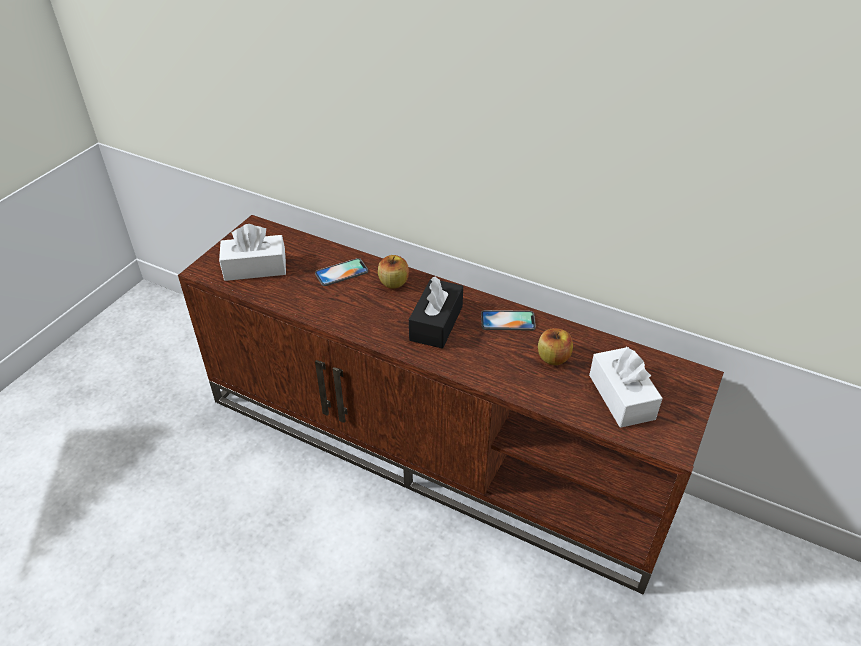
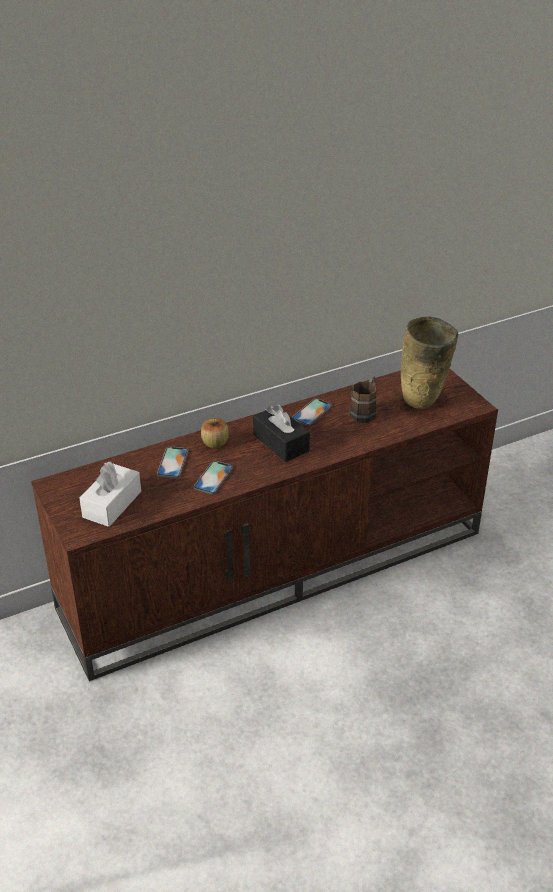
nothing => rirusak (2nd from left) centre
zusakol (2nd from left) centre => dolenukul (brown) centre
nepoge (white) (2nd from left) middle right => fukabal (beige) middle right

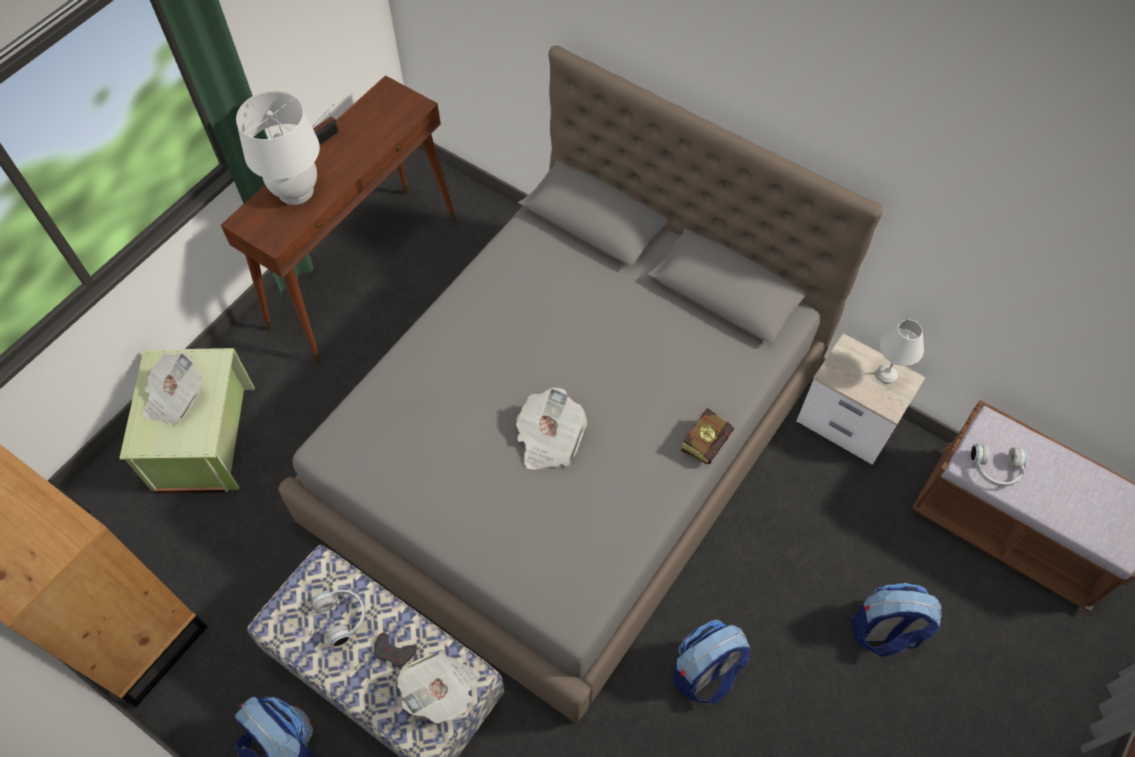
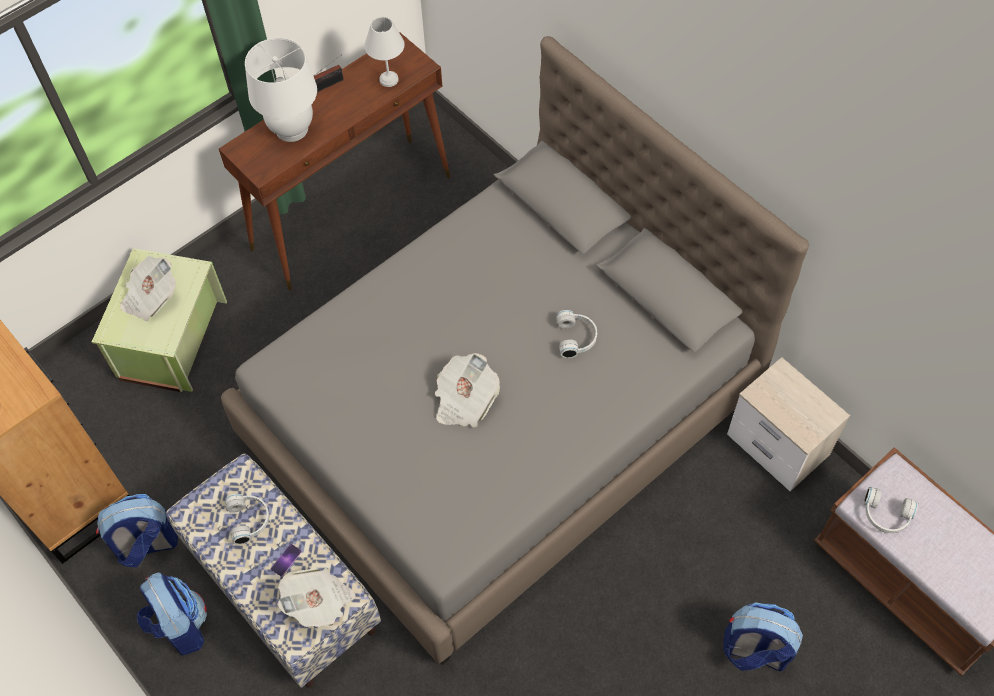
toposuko (2nd from left in the first image) bottom centre => toposuko (1st from left) bottom left, moved
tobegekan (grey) bottom centre => rirusak bottom left
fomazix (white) (2nd from left) middle right => fomazix (white) (2nd from left) top centre, moved
nothing => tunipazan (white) (2nd from left) centre
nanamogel centre => nothing

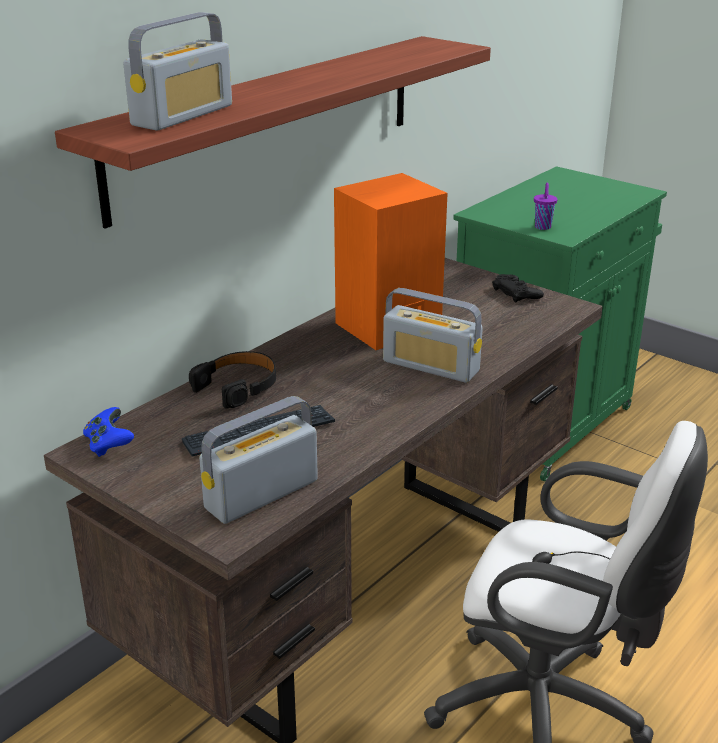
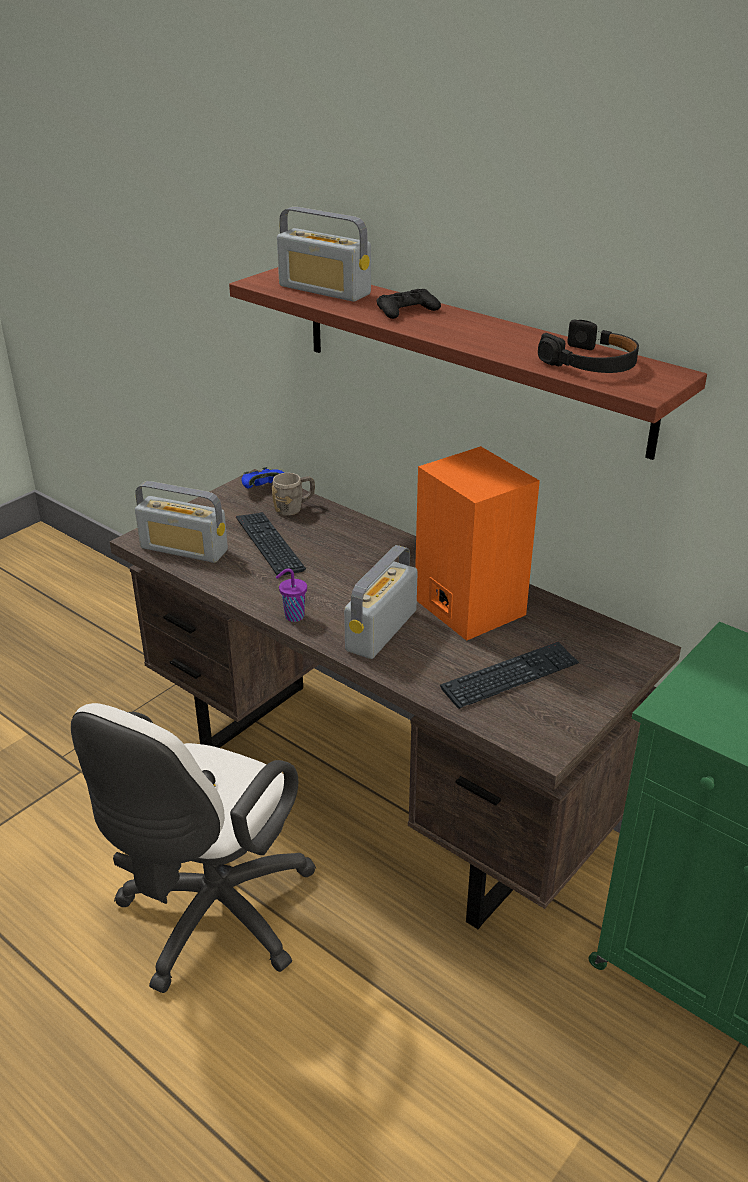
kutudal (2nd from left in the first image) centre => kutudal (1st from left) middle left, 150 degrees clockwise
nothing => dolenukul (grey) centre
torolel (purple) top right => torolel (purple) centre, moved
tobegekan (black) middle right => tobegekan (black) top centre, moved
nothing => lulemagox (2nd from left) middle right
tunipazan (black) middle left => tunipazan (black) top right, moved

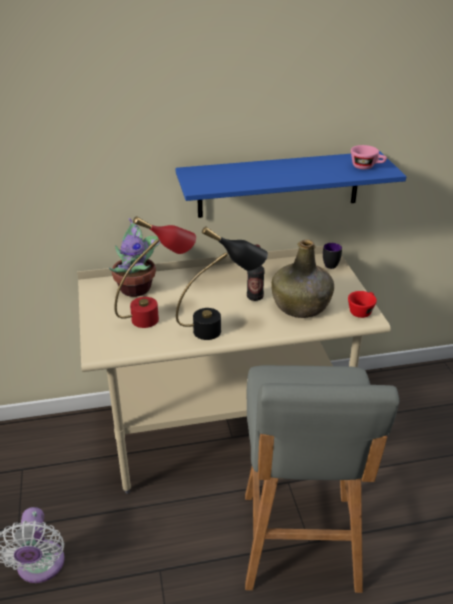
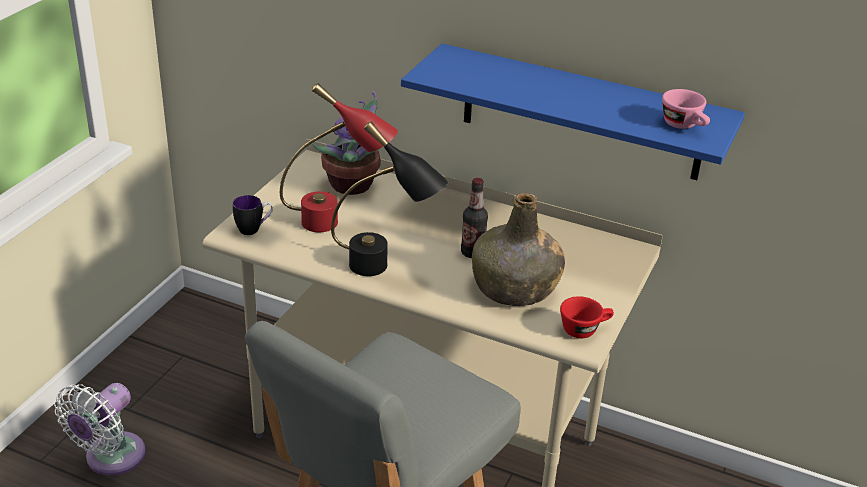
dolenukul middle right => dolenukul middle left, moved

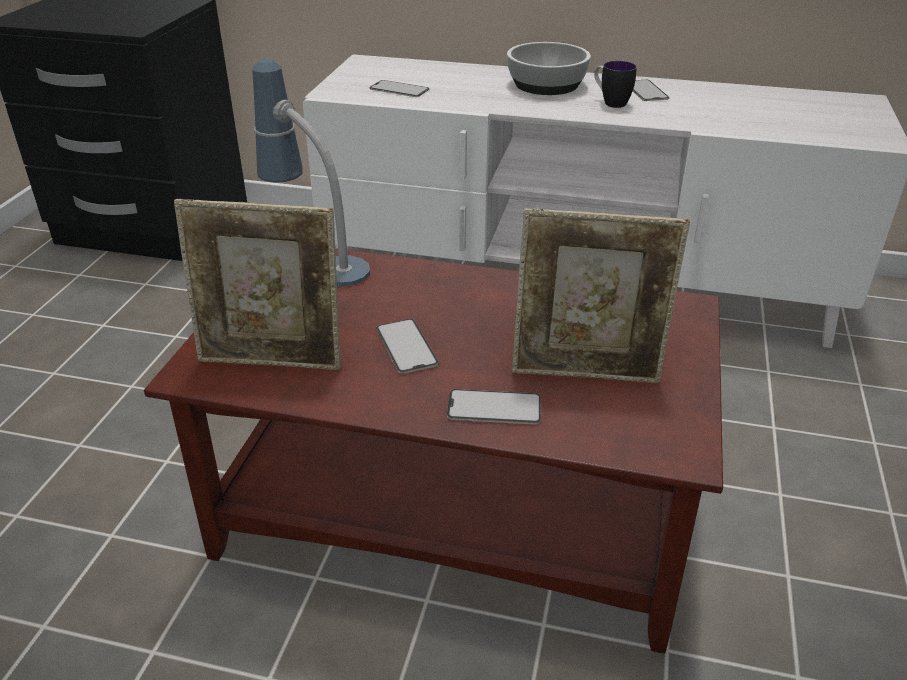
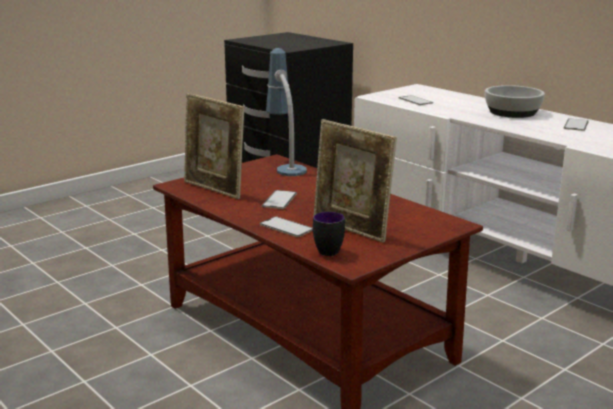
dolenukul top right => dolenukul centre, moved

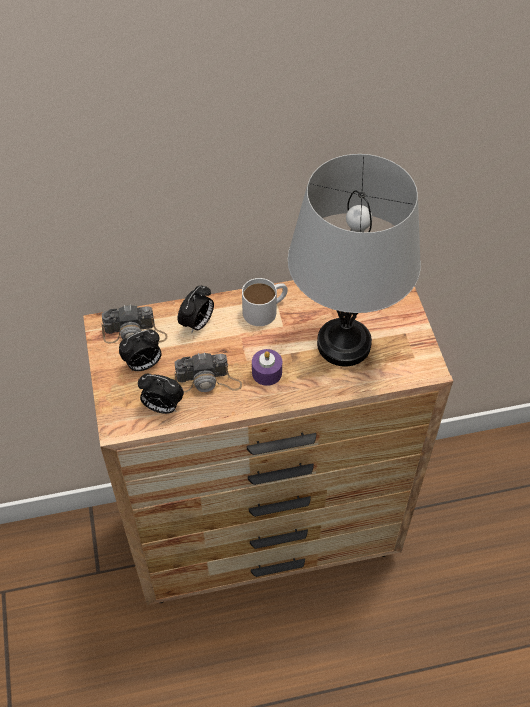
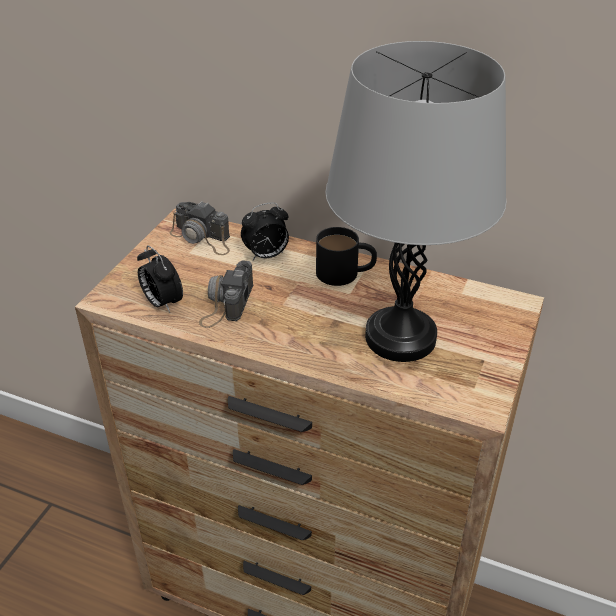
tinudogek (2nd from left) centre, 75 degrees clockwise
dolenukul (white) centre => dolenukul (black) centre
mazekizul (1st from left) middle left => nothing
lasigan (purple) centre => nothing

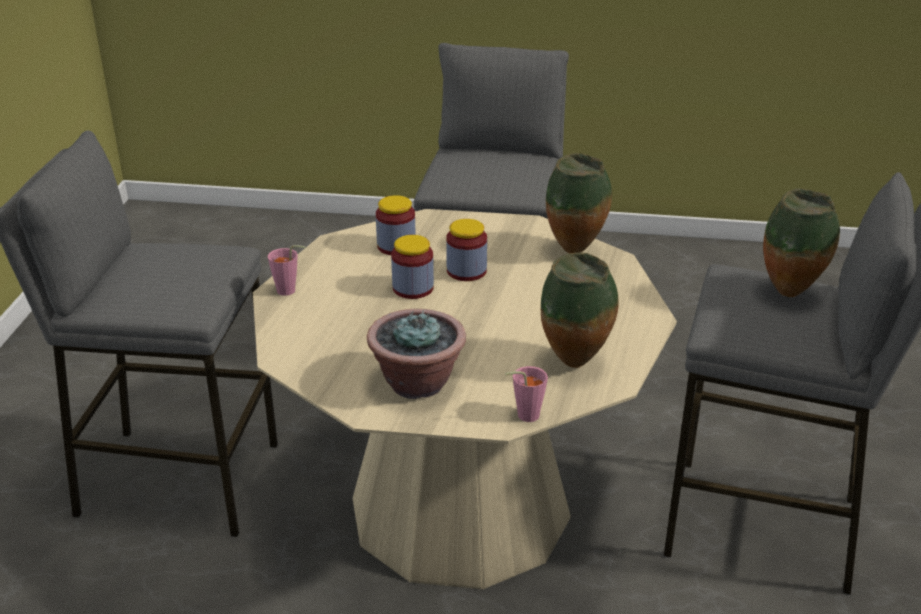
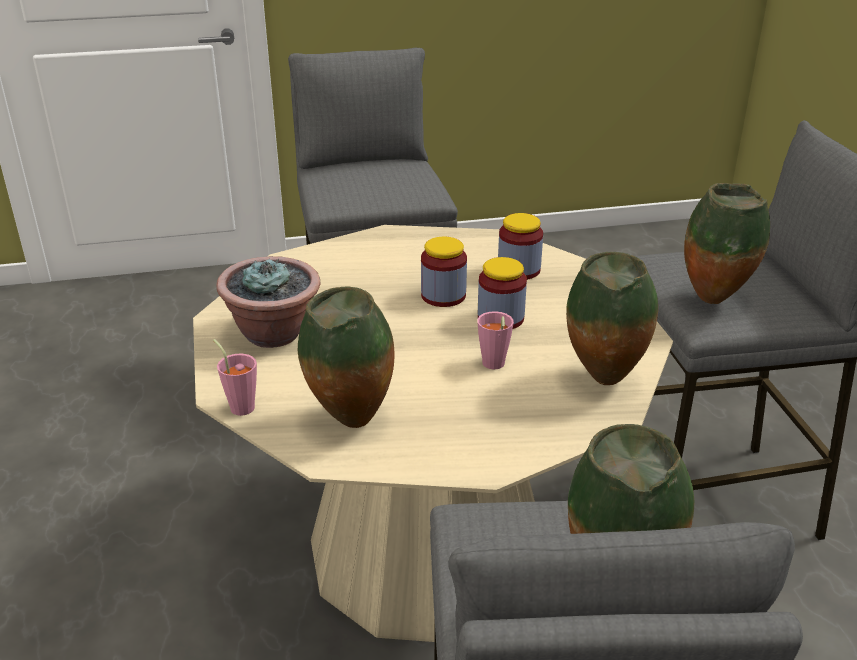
torolel (pink) (1st from left in the first image) middle left => torolel (pink) (2nd from left) centre, moved
nothing => fukabal (4th from left) middle right

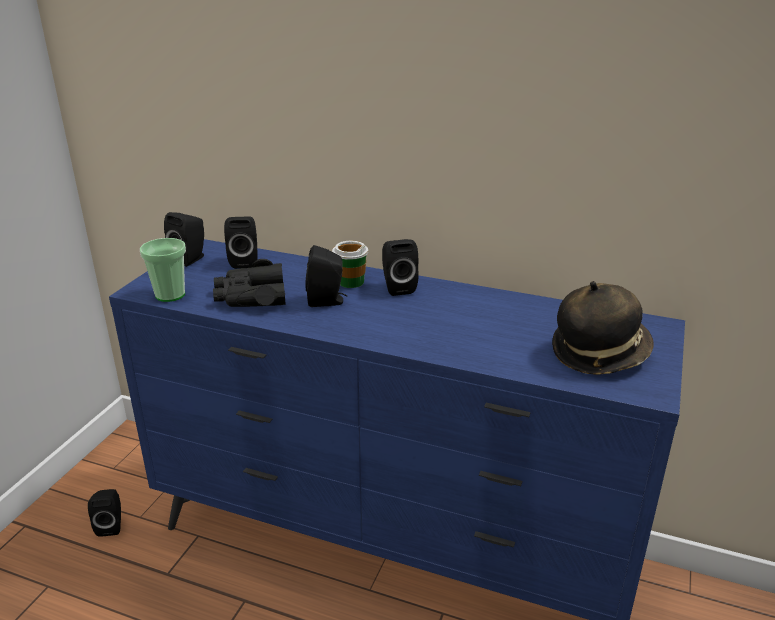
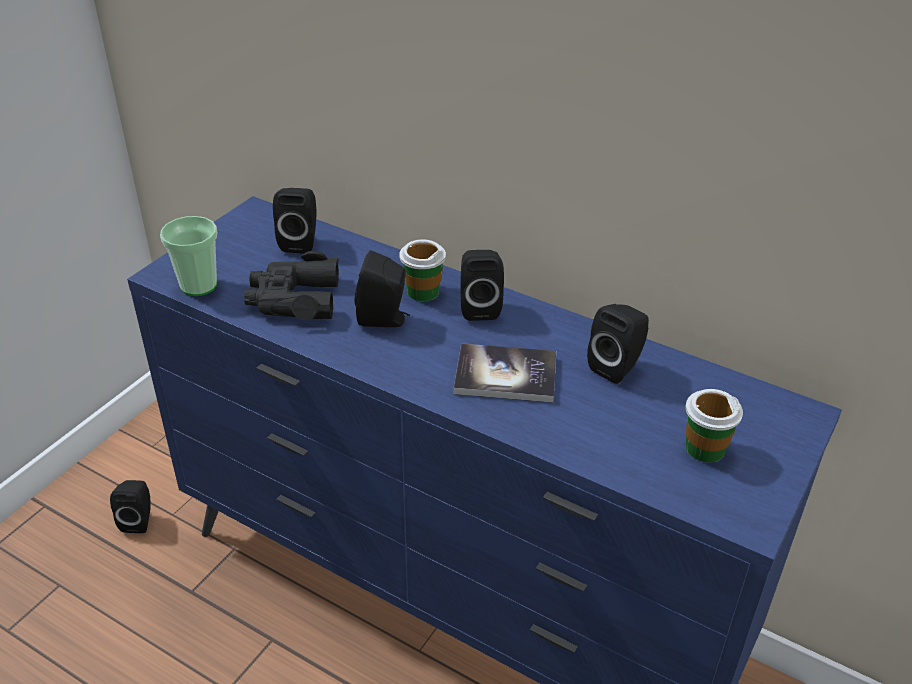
nothing => nanamogel centre
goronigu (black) (2nd from left in the first image) middle left => goronigu (black) (5th from left) middle right, moved
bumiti middle right => torolel (3rd from left) middle right

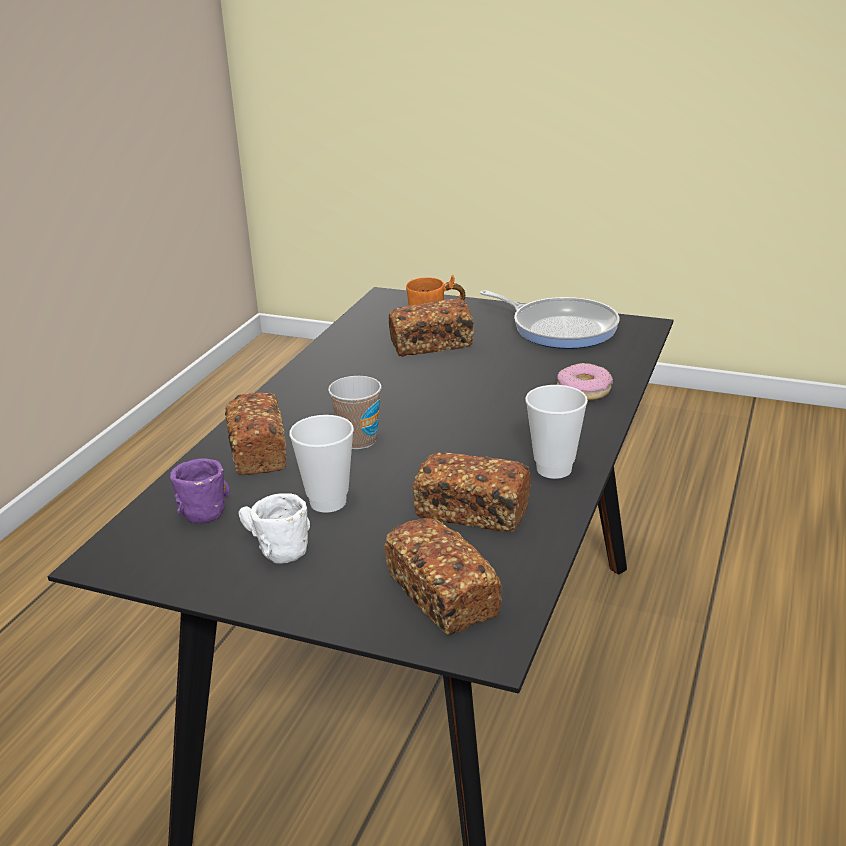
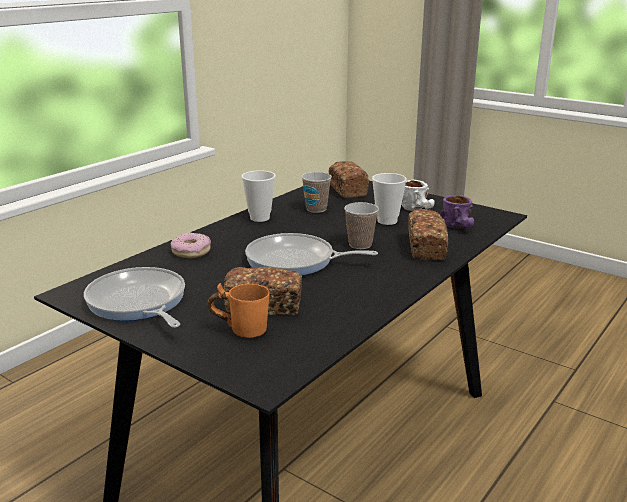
nothing => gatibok (2nd from left) centre
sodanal (4th from left) centre => torolel (2nd from left) centre

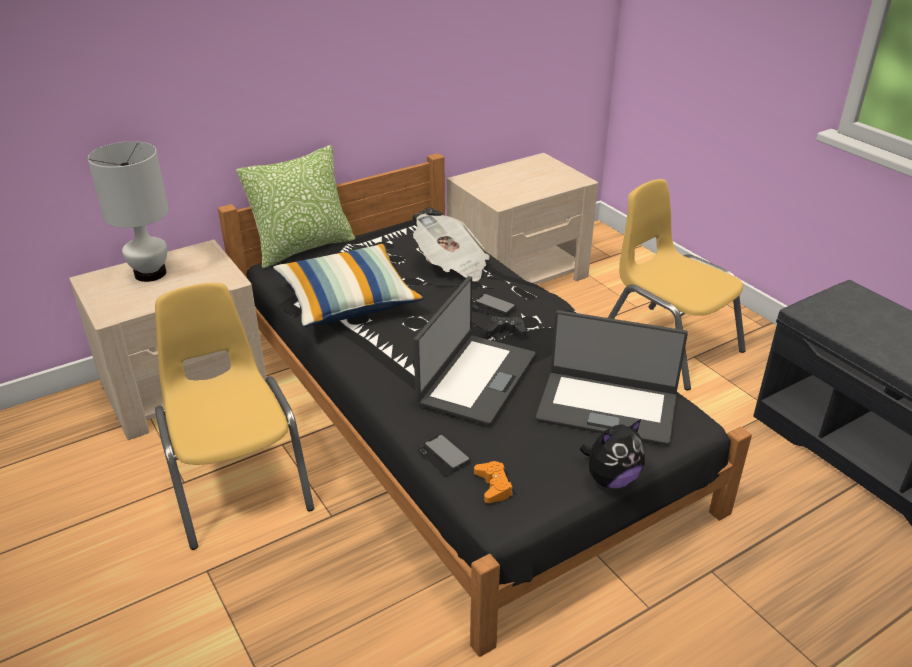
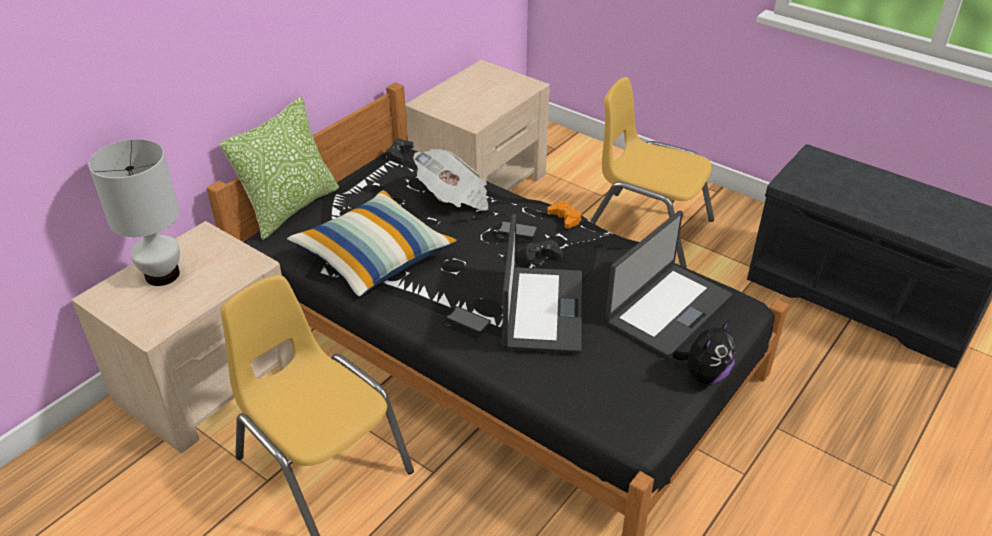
rirusak (1st from left) bottom centre => rirusak (1st from left) centre, moved
tobegekan (orange) bottom centre => tobegekan (orange) centre, moved
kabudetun (2nd from left) middle right, 45 degrees counterclockwise

